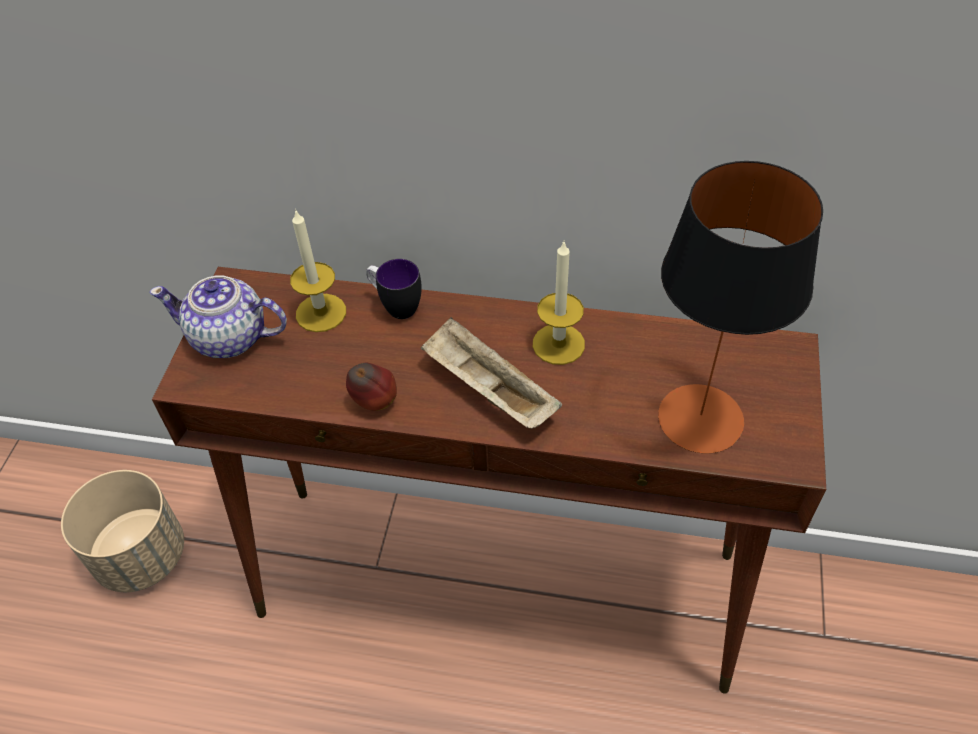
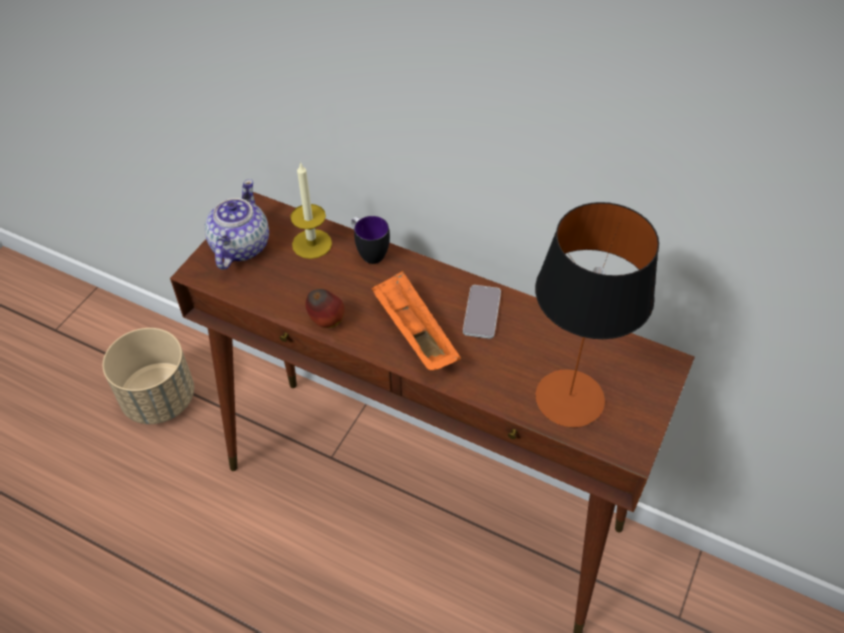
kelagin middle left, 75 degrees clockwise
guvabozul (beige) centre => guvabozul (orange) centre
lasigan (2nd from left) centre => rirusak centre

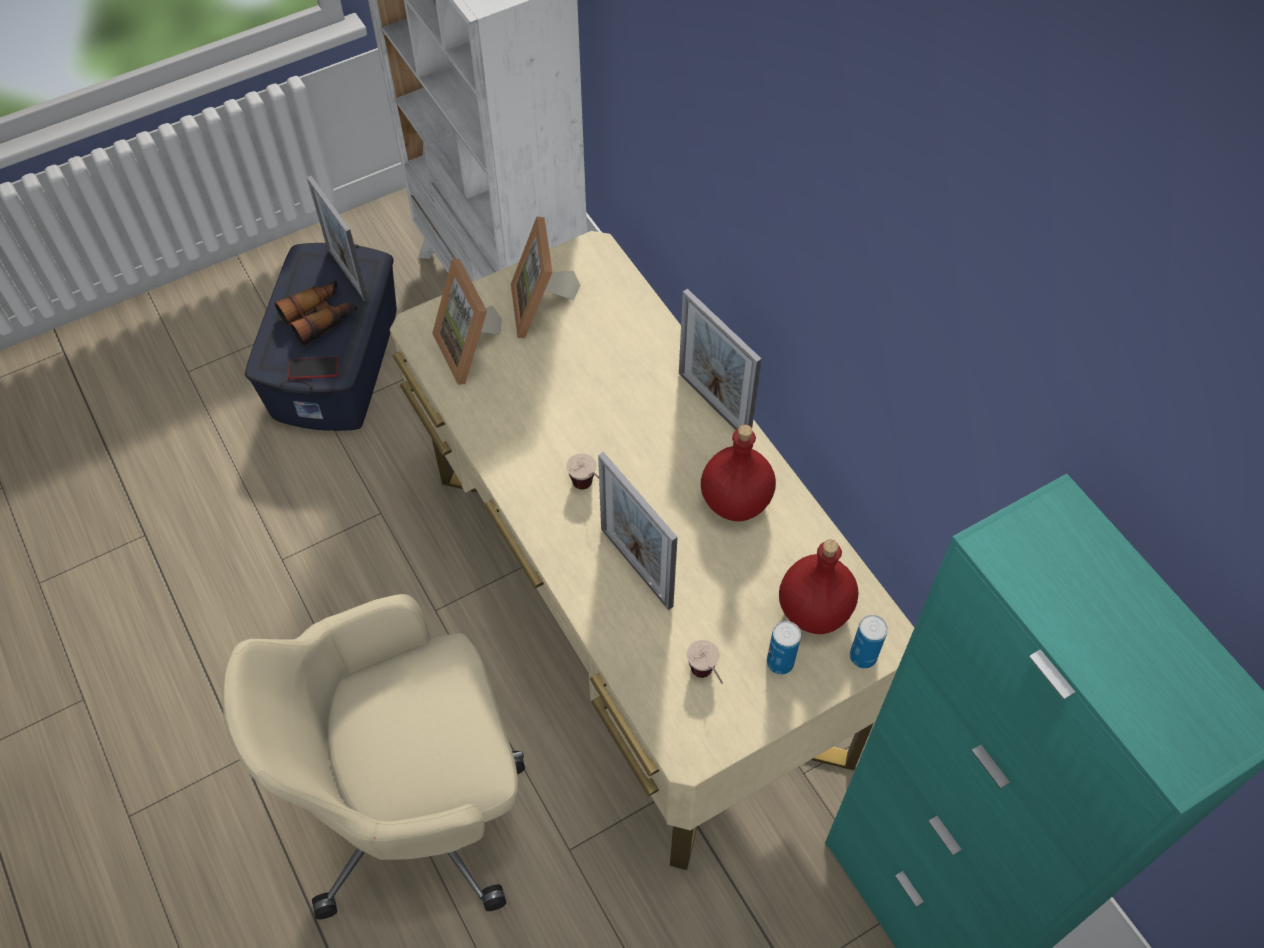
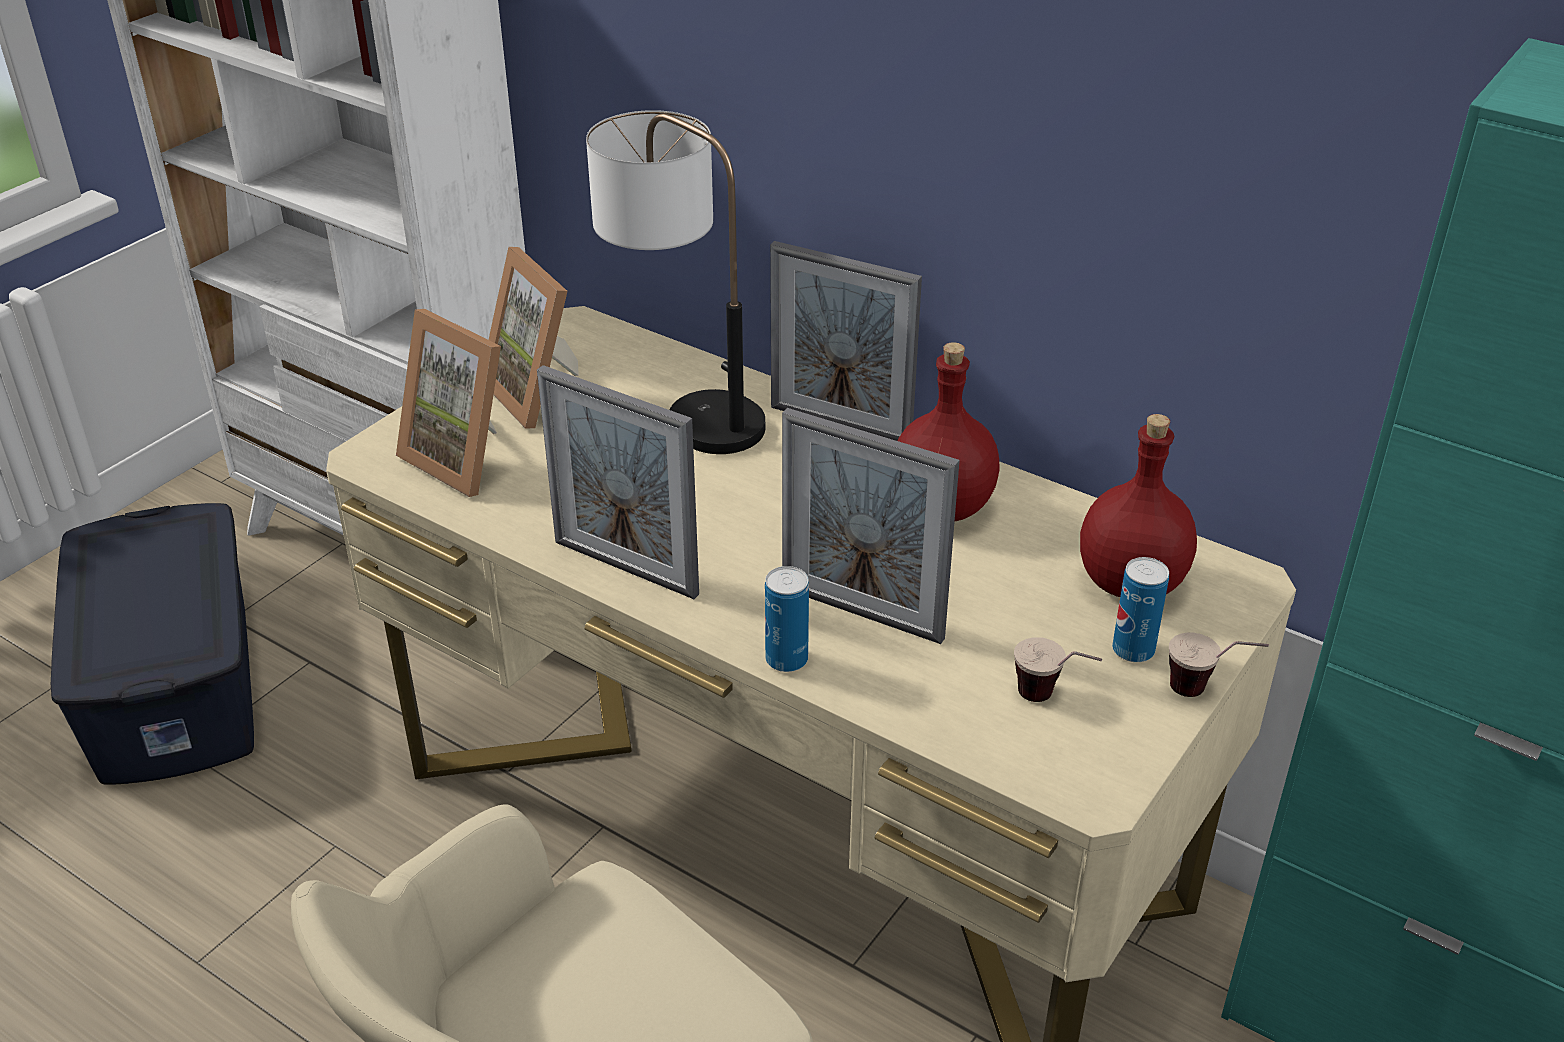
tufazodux (1st from left in the first image) top left => tufazodux (3rd from left) centre, moved
nothing => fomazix top centre
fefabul (2nd from left in the first image) bottom right => fefabul (1st from left) centre, moved
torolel (1st from left in the first image) centre => torolel (2nd from left) middle right, moved
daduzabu top left => nothing
rirusak middle left => nothing

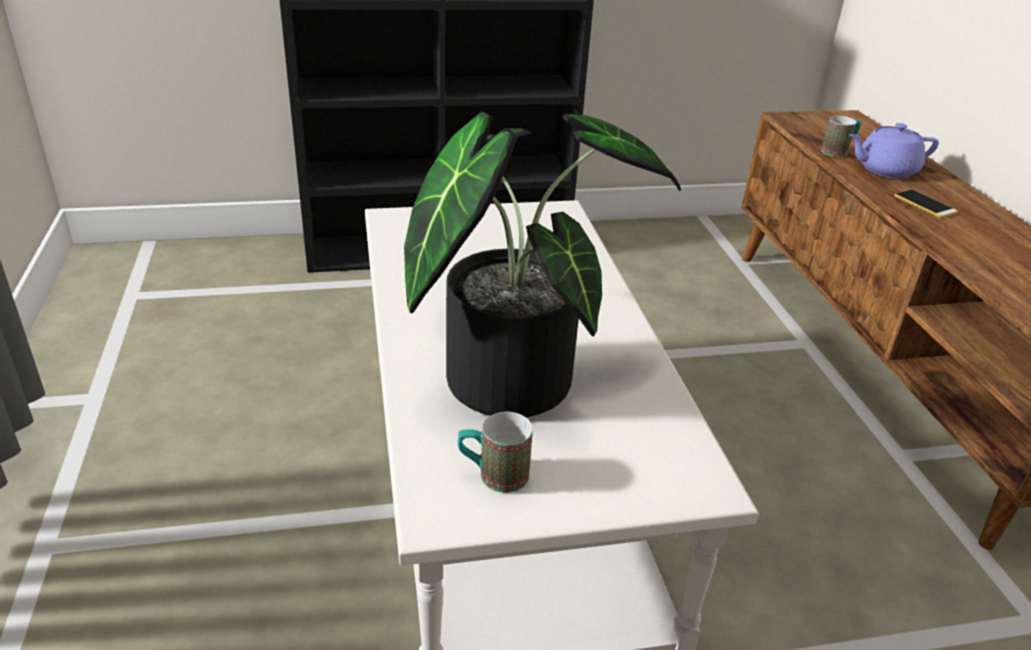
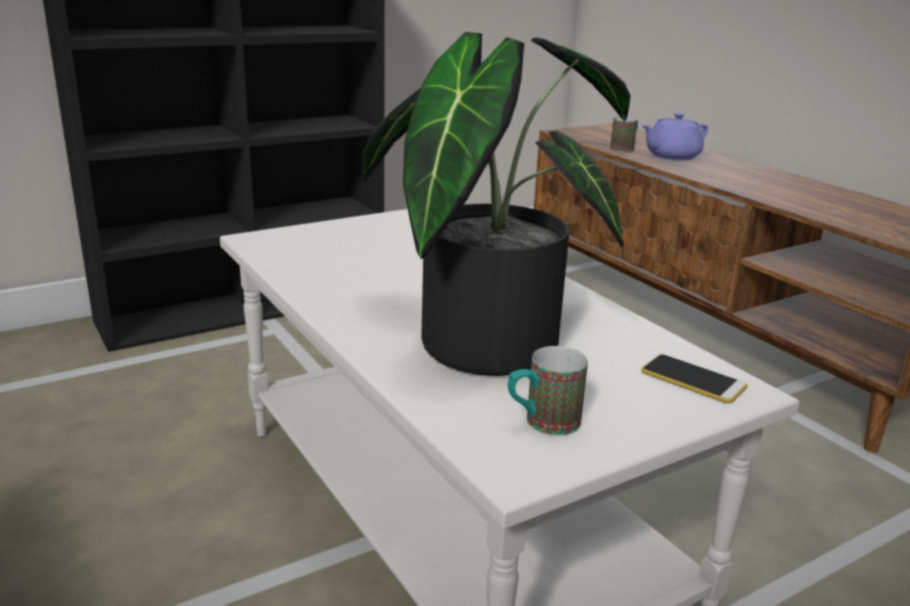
rirusak top right => rirusak middle right, moved

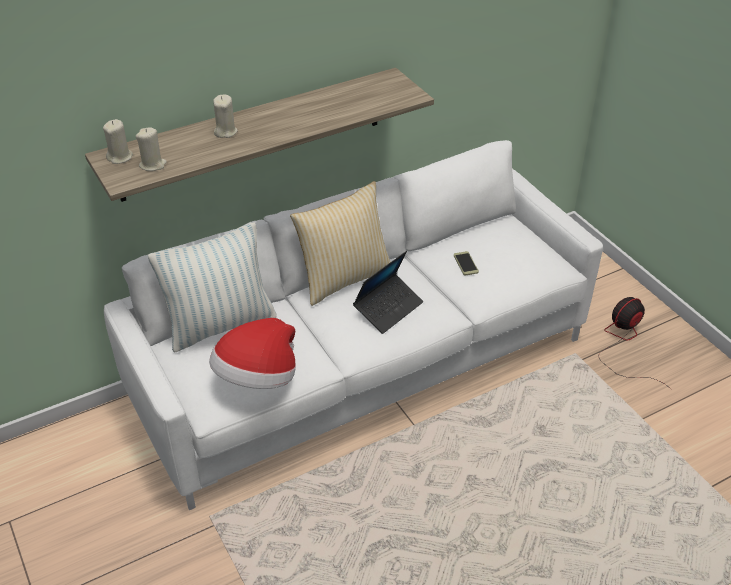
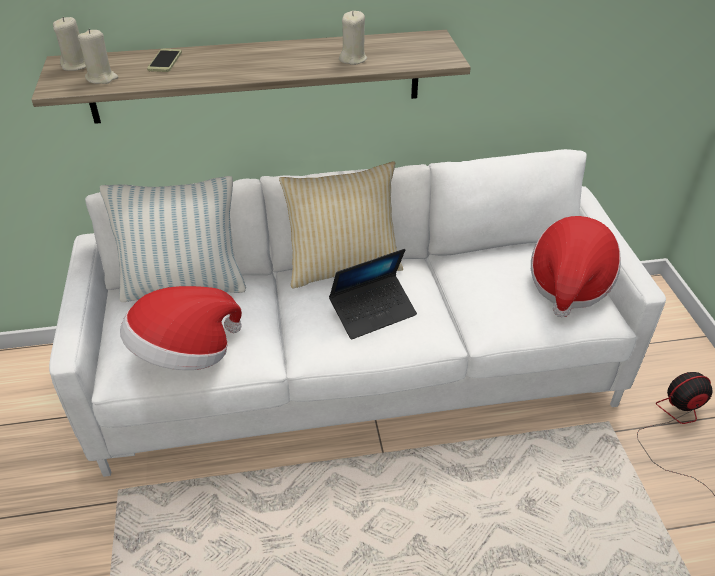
rirusak centre => rirusak top left, moved
lasigan (beige) (3rd from left) top left => lasigan (beige) (3rd from left) top centre, moved
nothing => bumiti (2nd from left) middle right

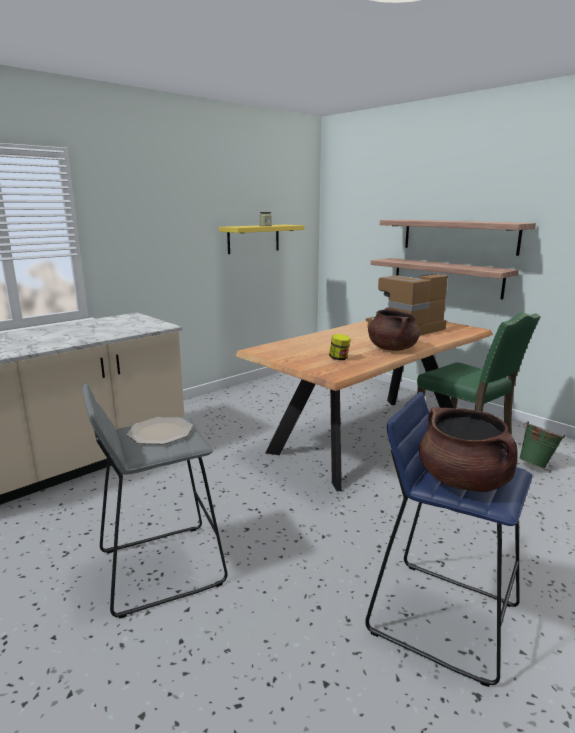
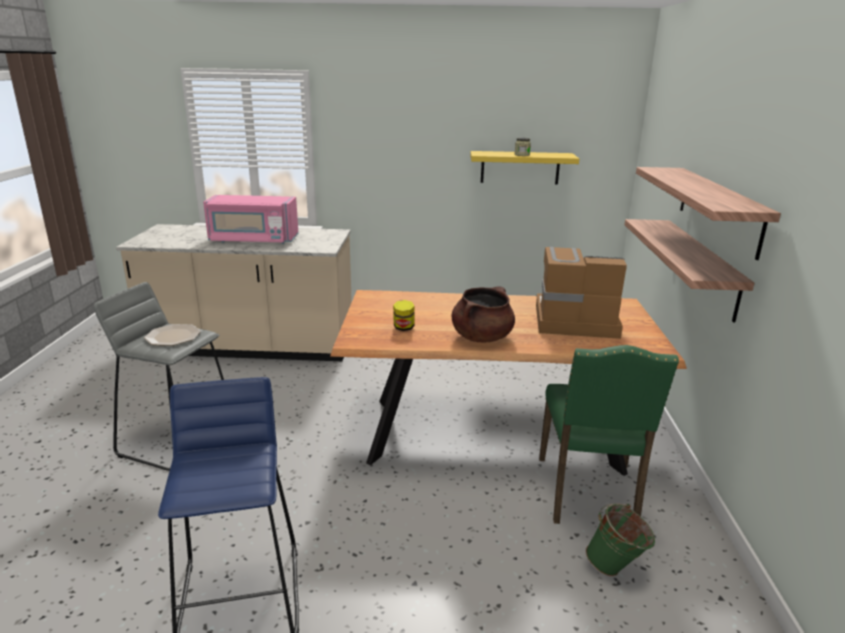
nothing => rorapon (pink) middle left
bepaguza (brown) (2nd from left) middle right => nothing

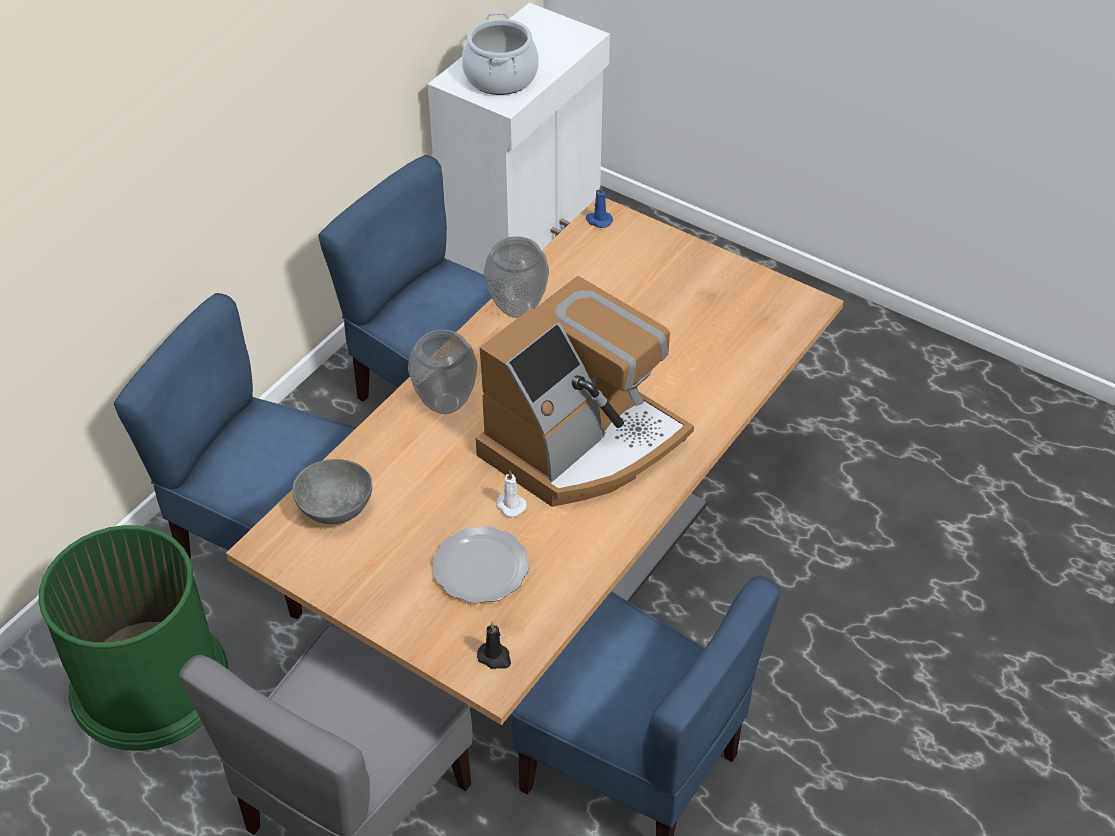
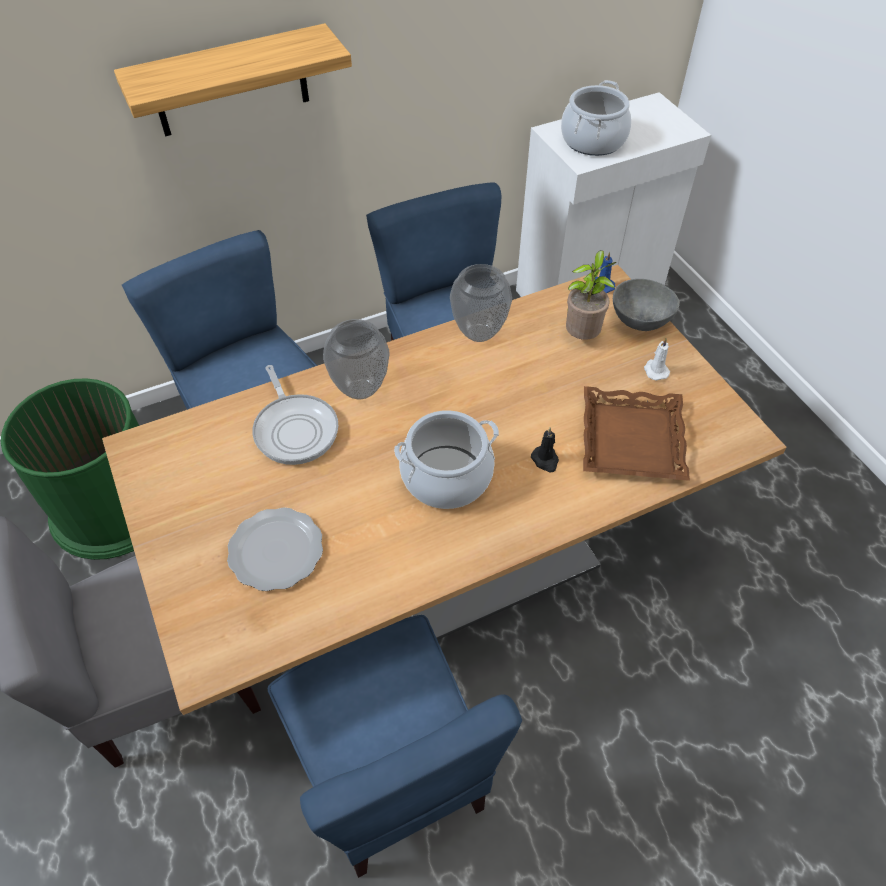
nothing => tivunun top left
nothing => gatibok middle left
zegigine centre => bepaguza (1st from left) centre
lasigan (black) bottom centre => lasigan (black) centre, moved
nothing => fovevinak top right
nothing => guvabozul (brown) middle right
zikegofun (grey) middle left => zikegofun (grey) middle right, moved
lasigan (white) centre => lasigan (white) middle right, moved

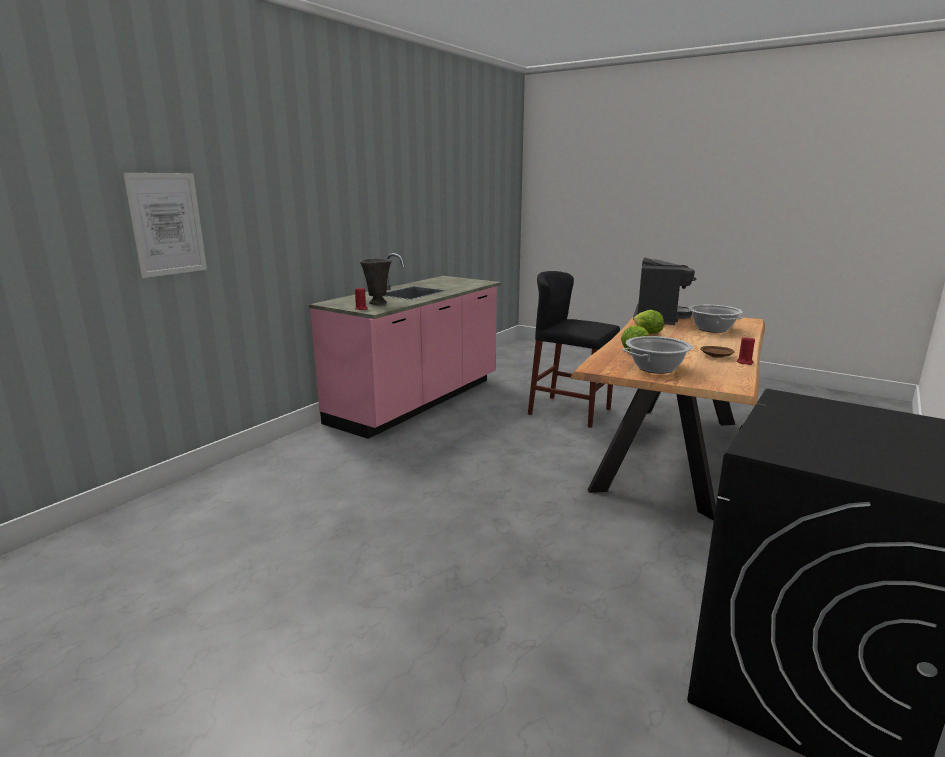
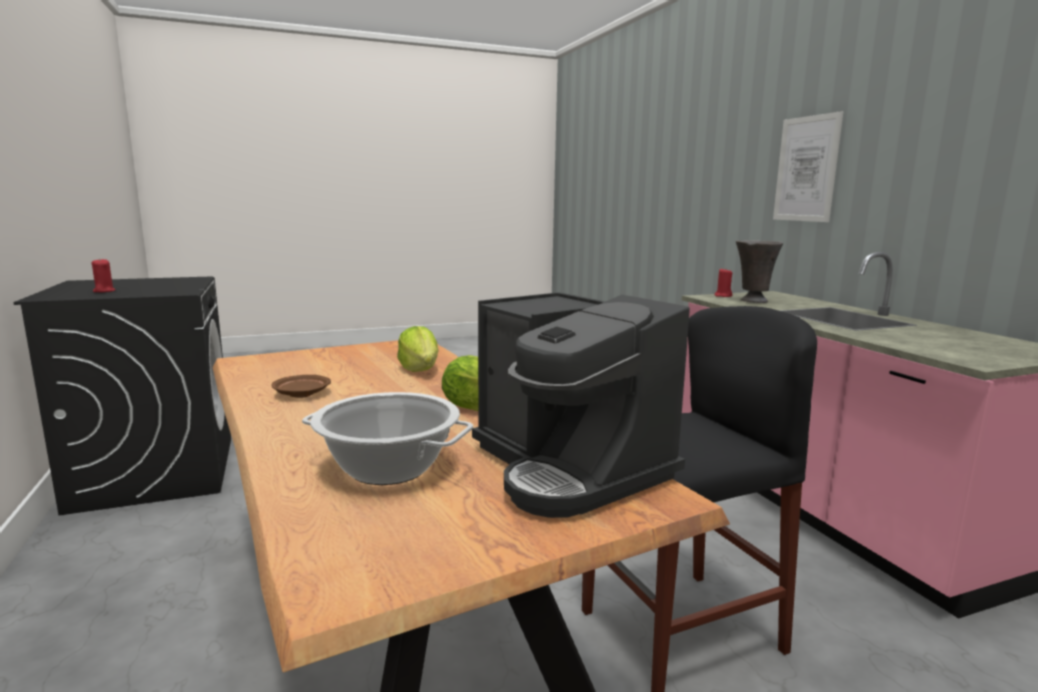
lasigan (red) (2nd from left in the first image) middle right => lasigan (red) (1st from left) middle left, moved
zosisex top left => zosisex top right, moved
bepaguza (1st from left) middle right => nothing

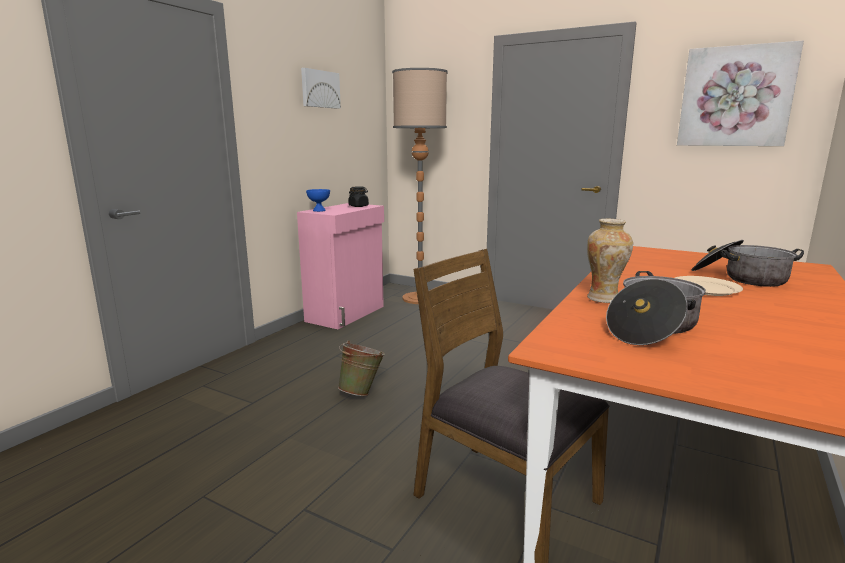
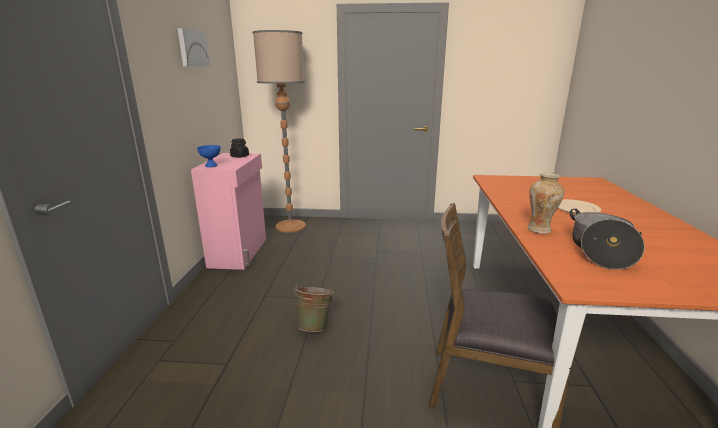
zosisex (2nd from left) top right => nothing
bepaguza (2nd from left) middle right => nothing

